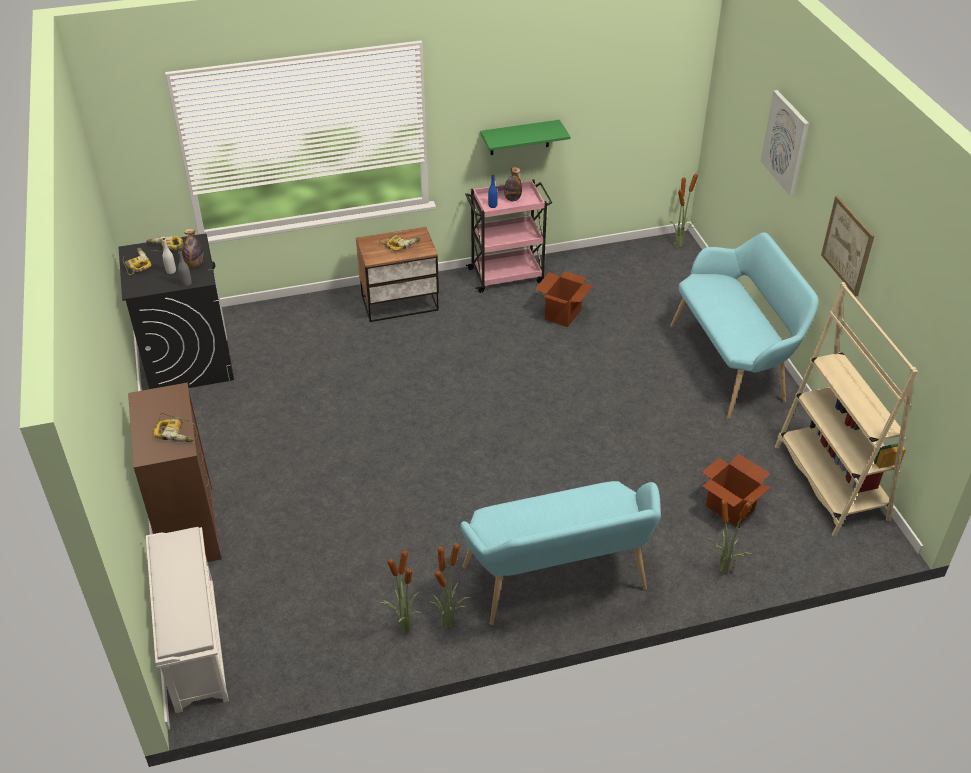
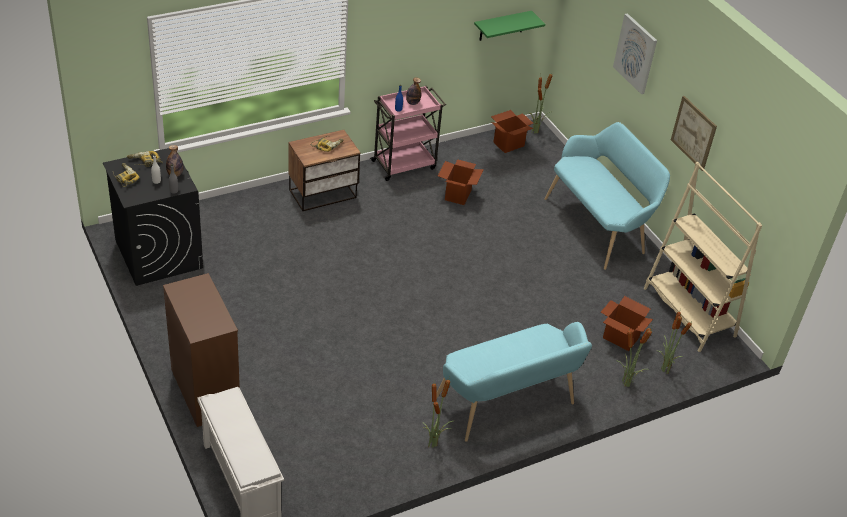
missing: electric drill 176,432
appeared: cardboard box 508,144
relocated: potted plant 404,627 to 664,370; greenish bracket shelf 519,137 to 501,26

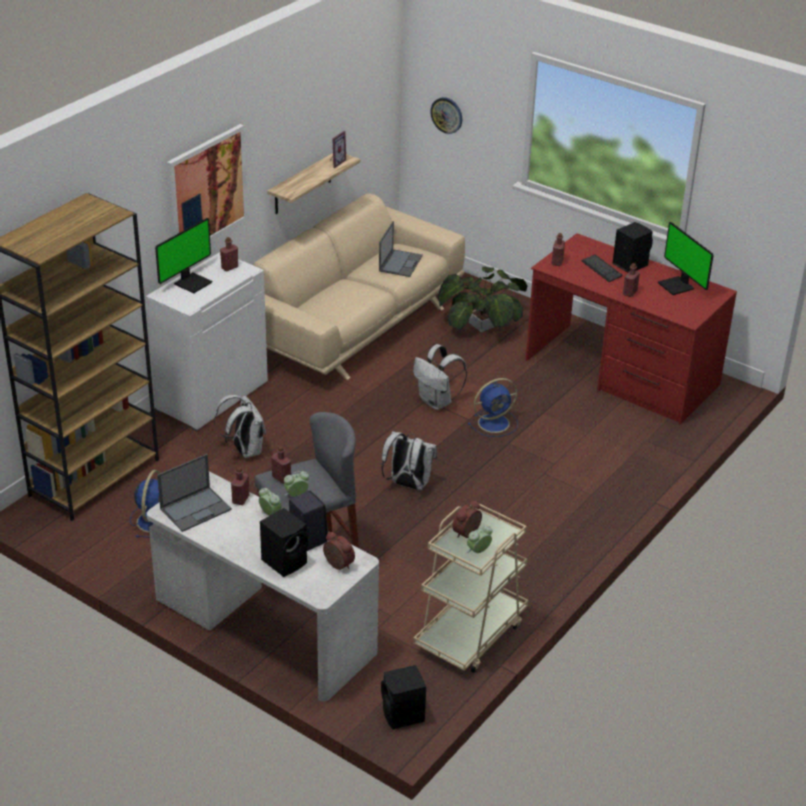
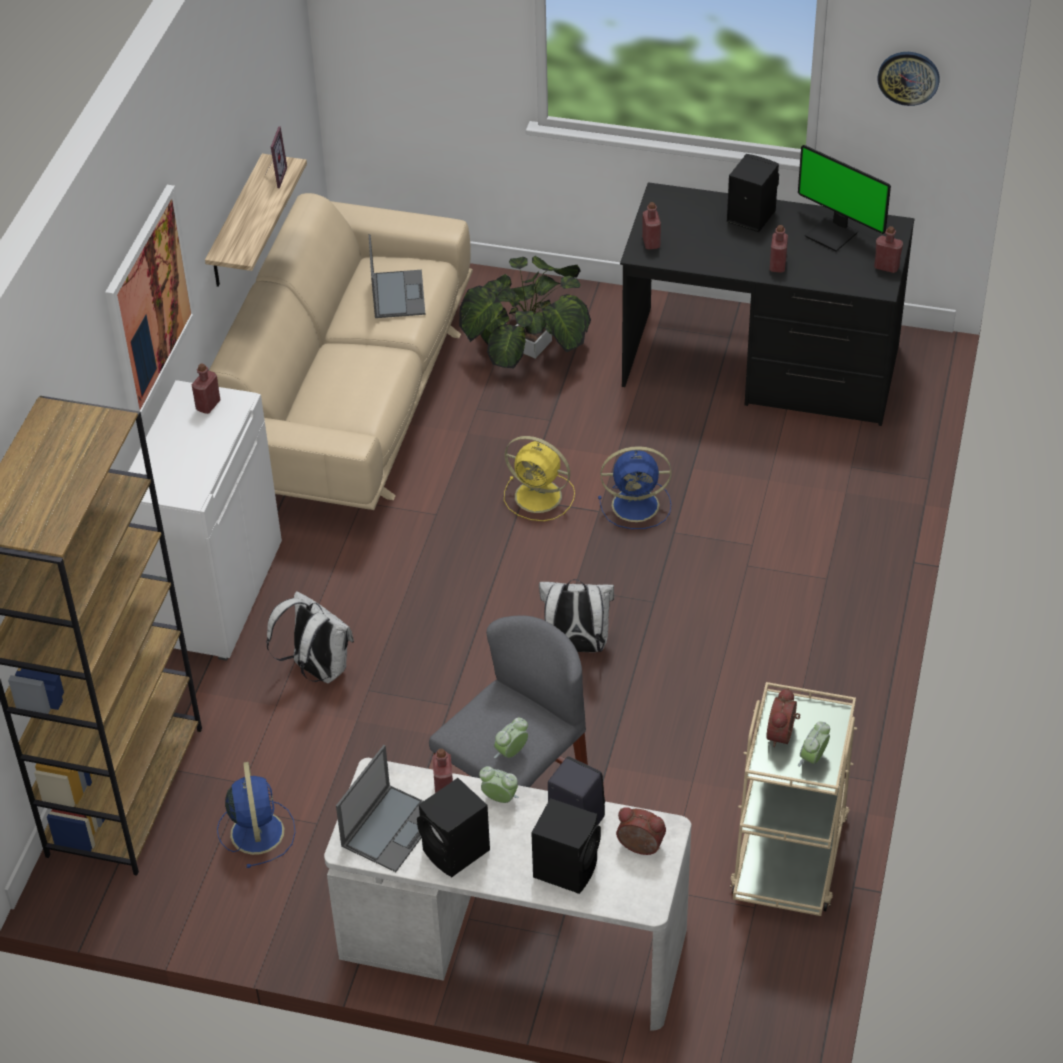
missing: monitor 192,282; keyboard 601,269
relocated: red beverage bottle 281,478 to 886,267; black-coloured speaker 403,716 to 457,852; wall clock 447,115 to 908,77
exchanged: white-coloured backpack 437,402 to yellow electric fan 540,497
colour: red desk table 621,373 to black-coloured desk table 761,366
spun: blue-coloured electric fan 495,423 = 637,505 45 degrees clockwise

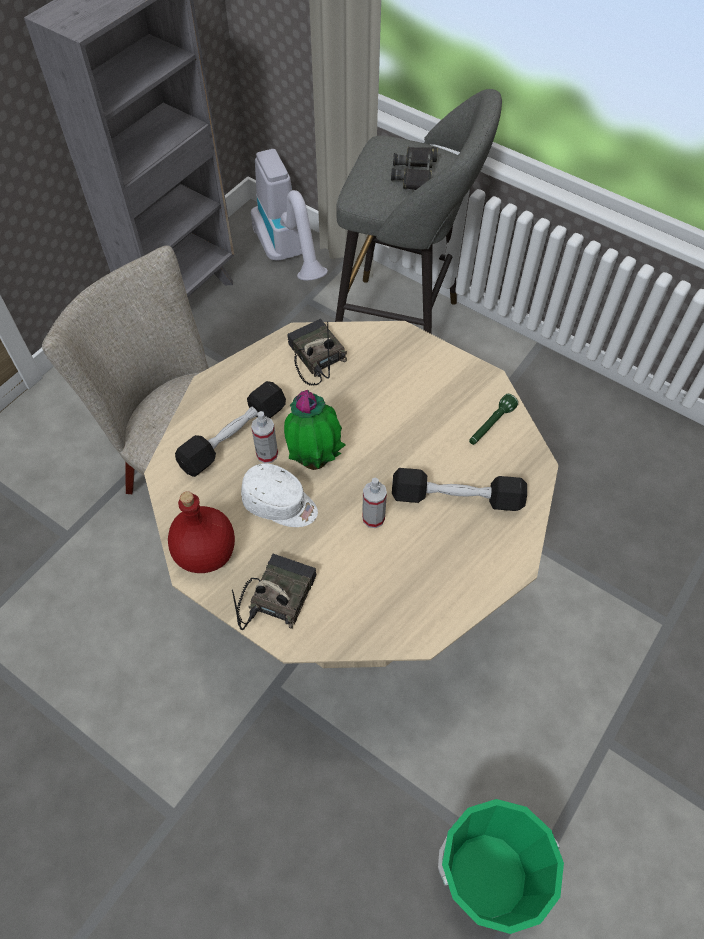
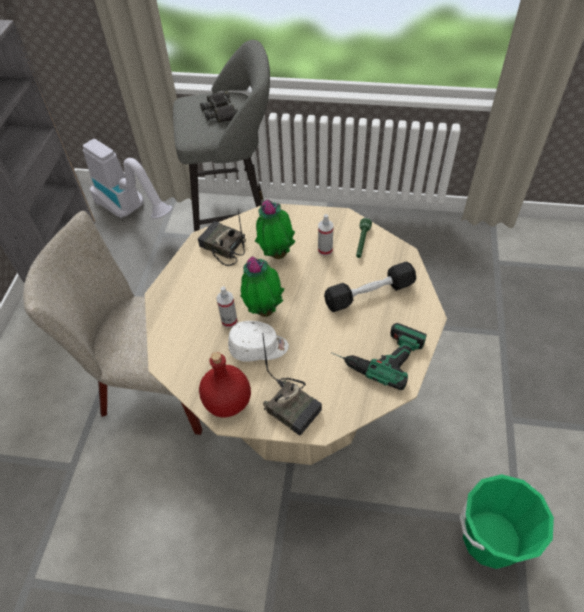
missing: black-coloured hand weight 233,437
appeared: potted plant 276,254; electric drill 377,353
relocated: spray bottle 373,518 to 325,250
spun: radio receiver 276,595 = 293,406 135 degrees clockwise

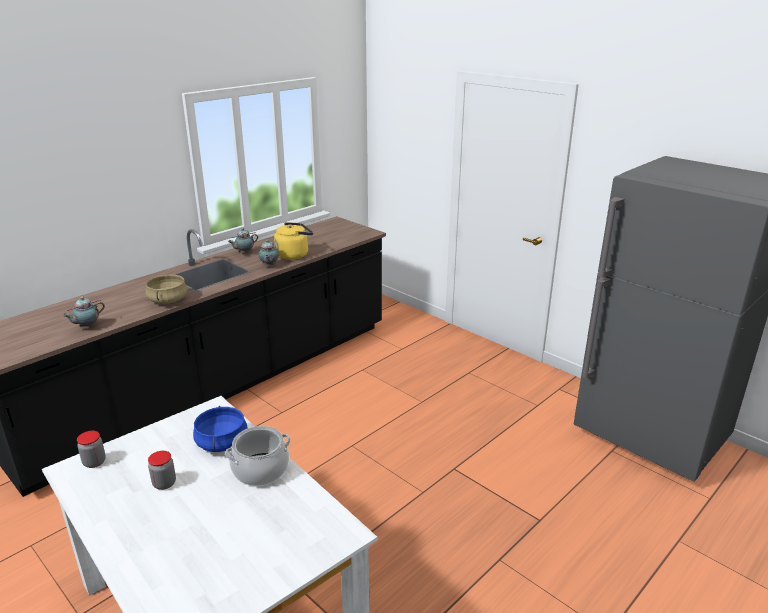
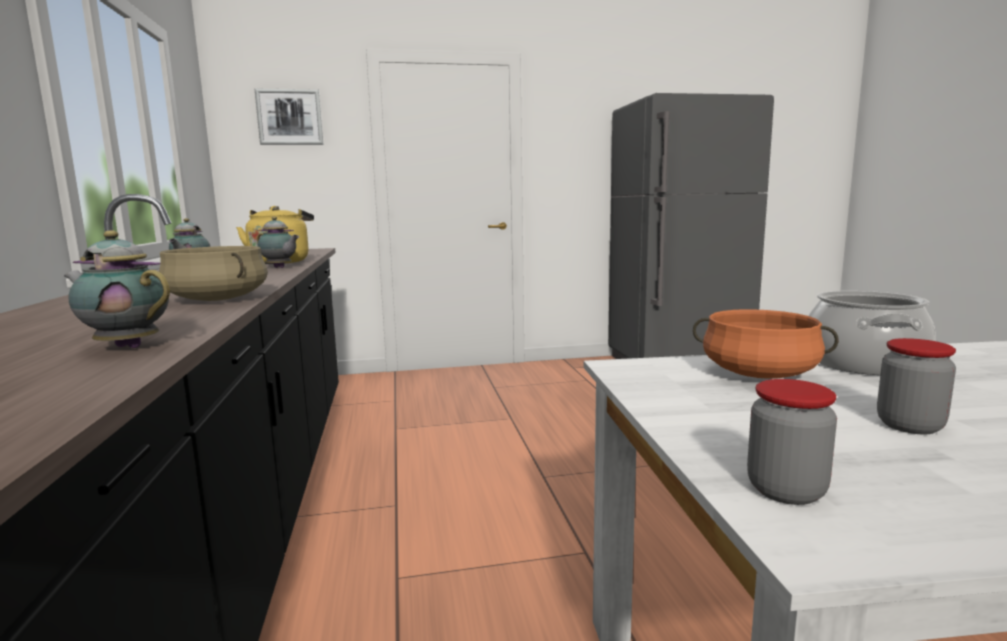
appeared: wall picture 290,117
colour: blue-coloured cooking pot 221,442 to orangey cooking pot 758,374
spun: teapot 87,327 = 126,346 120 degrees clockwise

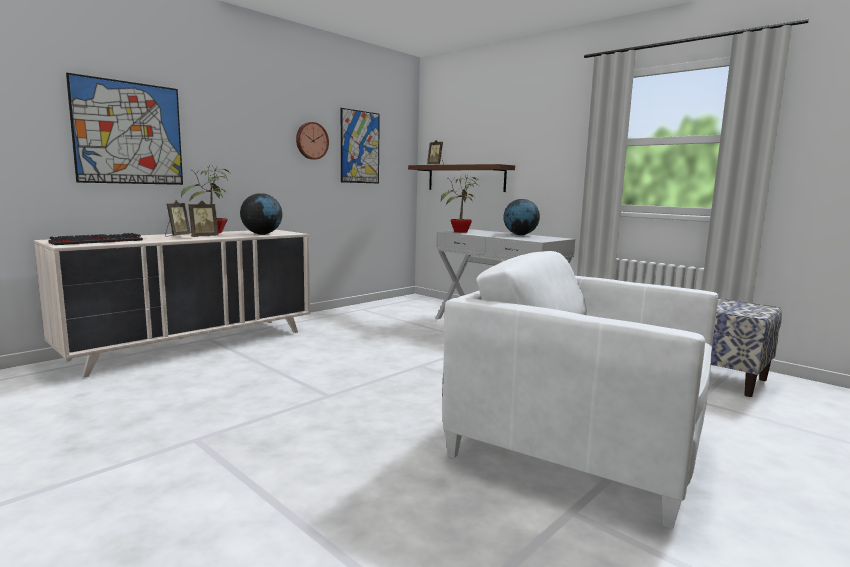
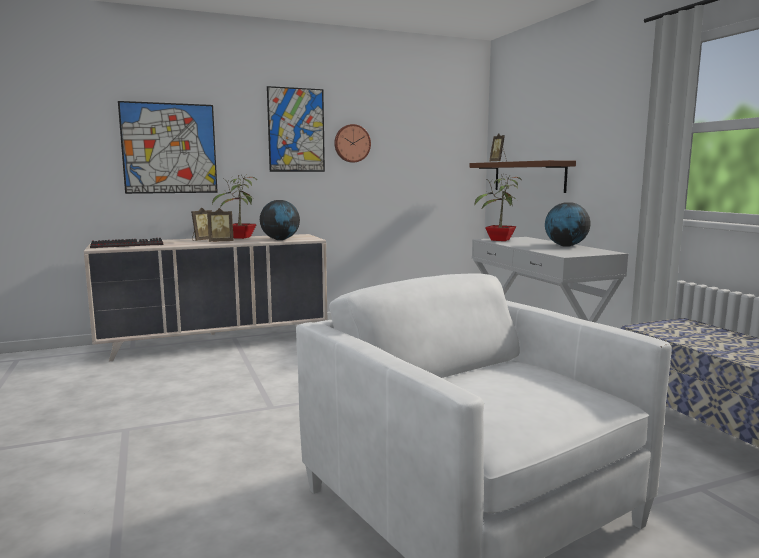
relocated: wall picture 360,147 to 296,130

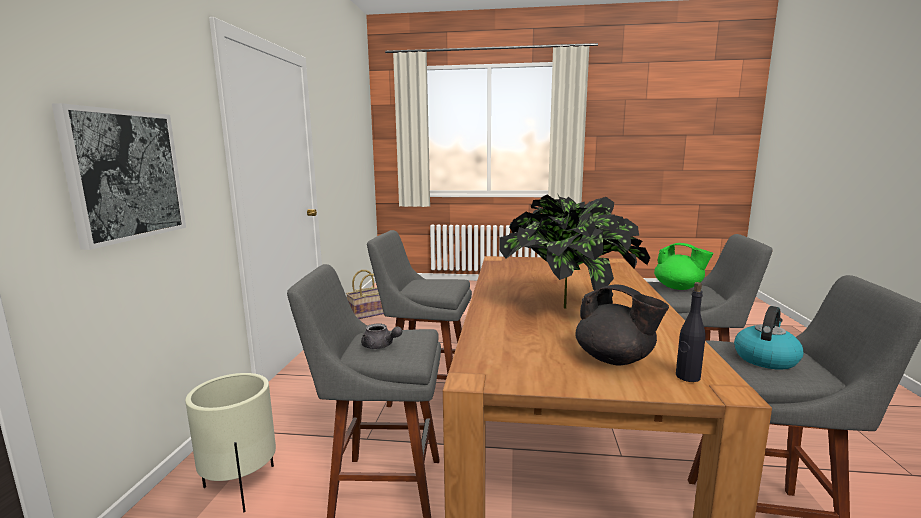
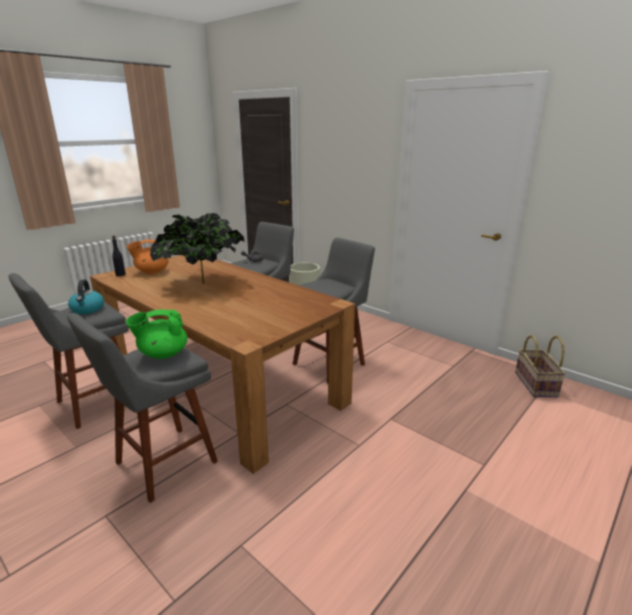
missing: wall picture 125,175
colour: black-coloured teapot 615,360 to orangey teapot 151,272

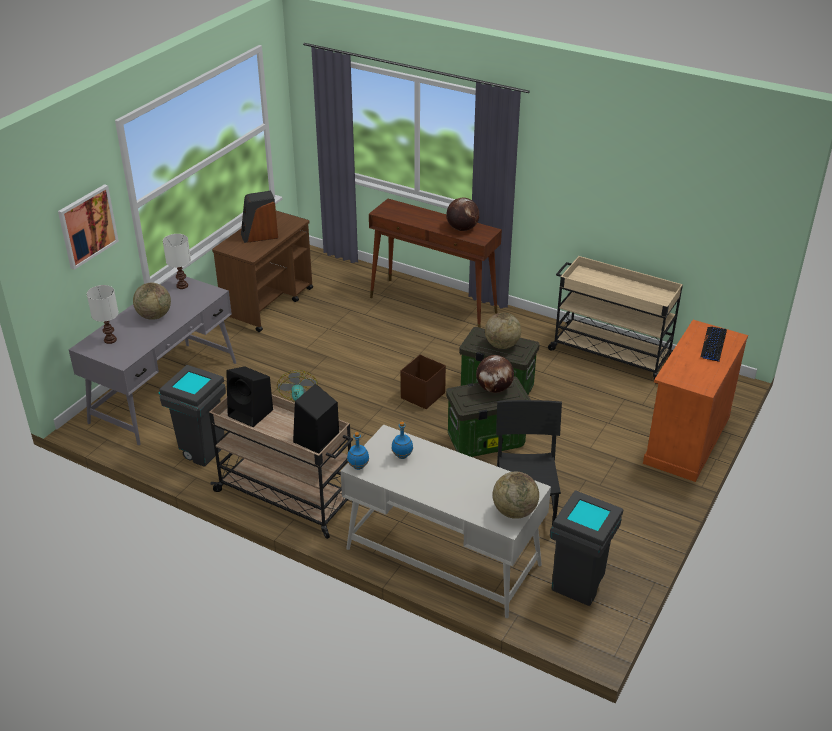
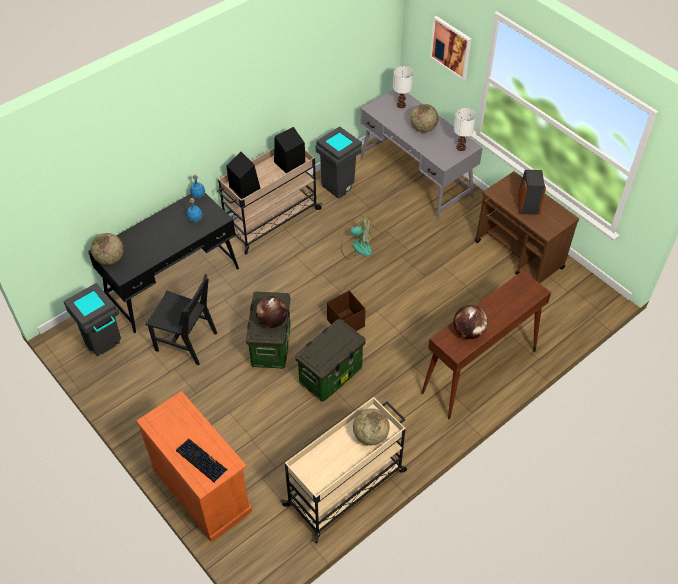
relocated: globe 502,345 to 370,435
colour: white-coloured desk table 443,556 to black-coloured desk table 173,283

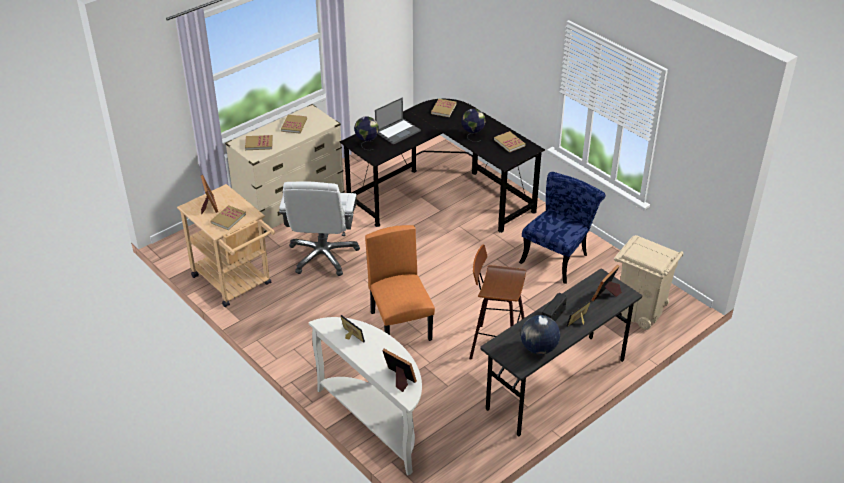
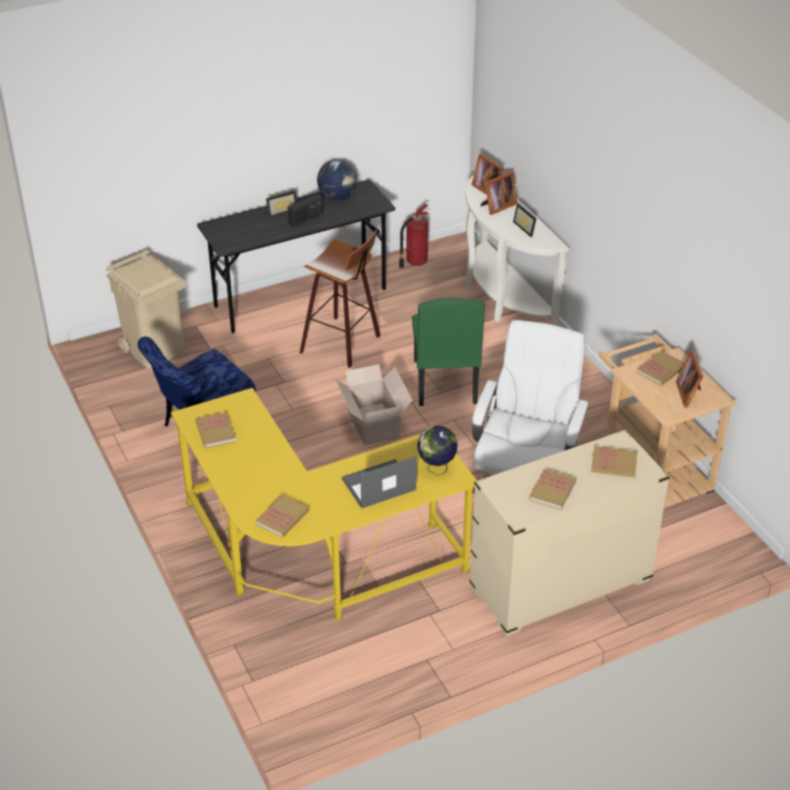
missing: globe 472,136
appeared: cardboard box 373,423; fire-fighting cylinder 415,262
relocated: picture frame 606,295 to 497,206
colour: black-coloured desk table 442,195 to yellow desk table 312,559; orangey plain chair 401,326 to greenish plain chair 444,381

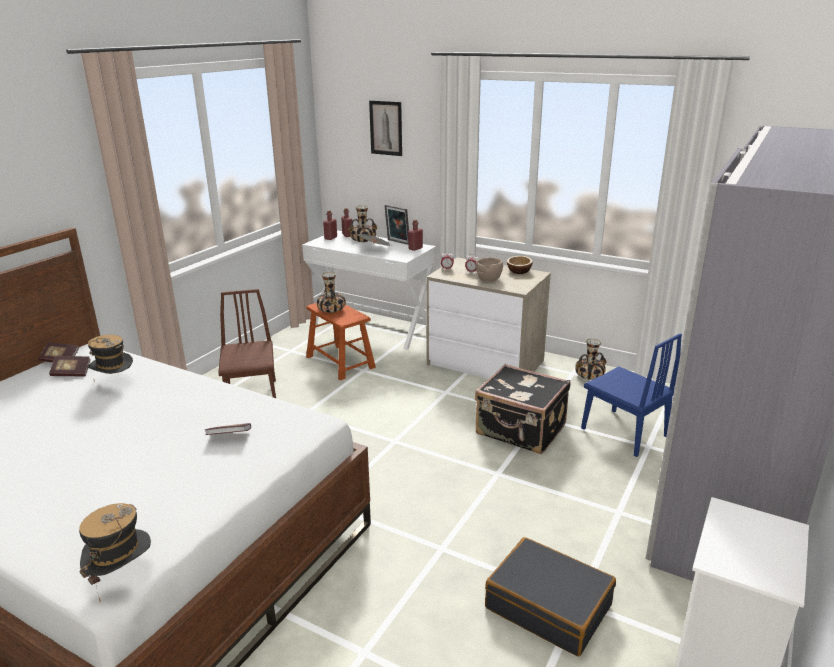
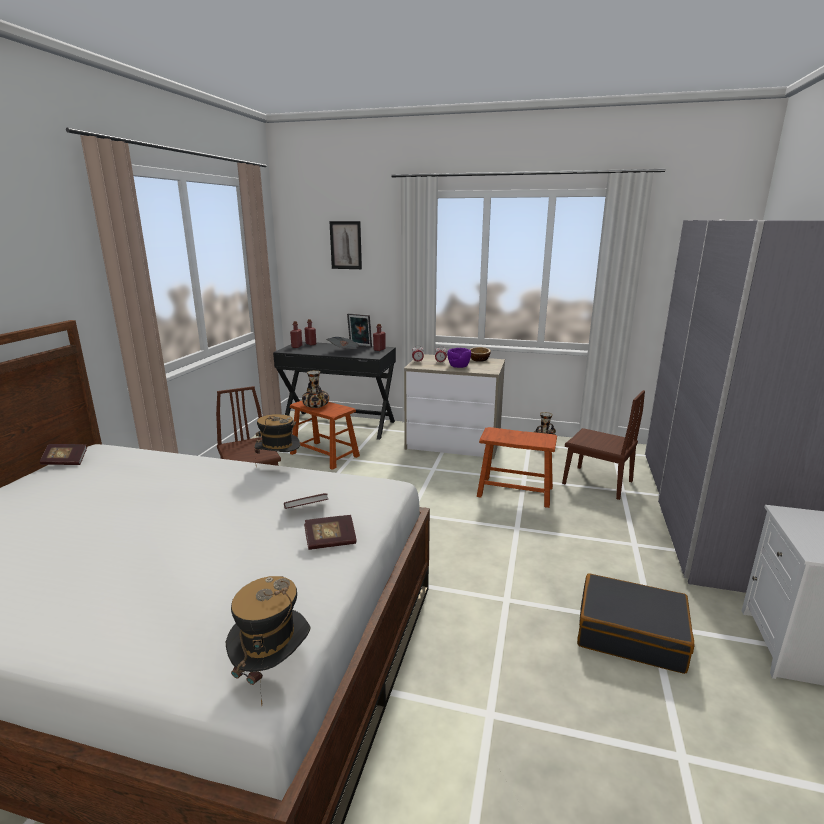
missing: vase 363,240
relocated: volume 72,373 to 330,541; hat 114,383 to 279,465
exchanged: black-coloured suitcase 520,431 to brown-coloured sitting stool 515,491
colour: white-coloured desk table 372,327 to black-coloured desk table 339,425; brown-coloured bowl 488,279 to purple-coloured bowl 459,366; blue-coloured plain chair 624,432 to brown-coloured plain chair 597,482

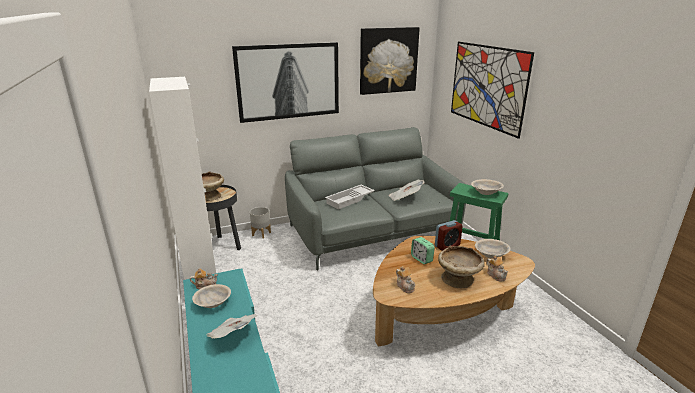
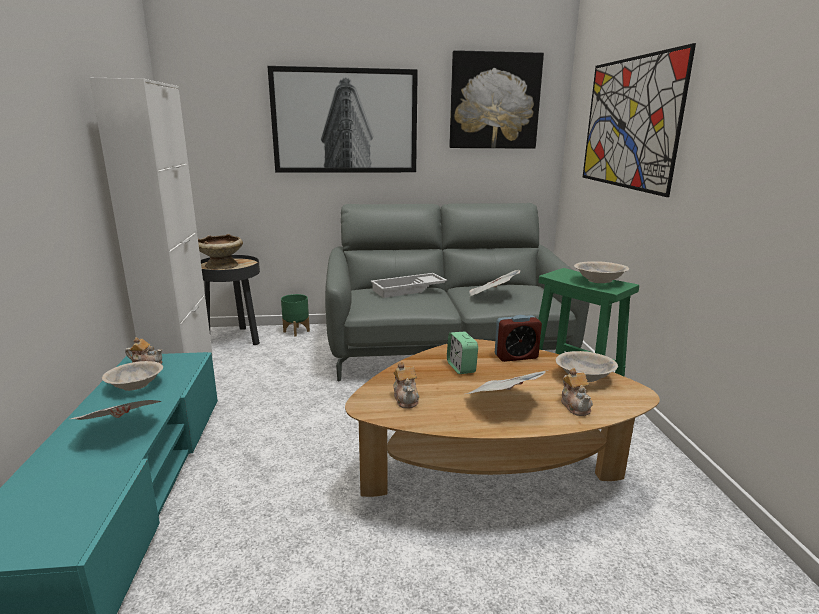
exchanged: beige-coloured bowl 458,279 to newspaper 504,402
colour: gray planter 261,234 to greenish planter 297,331

